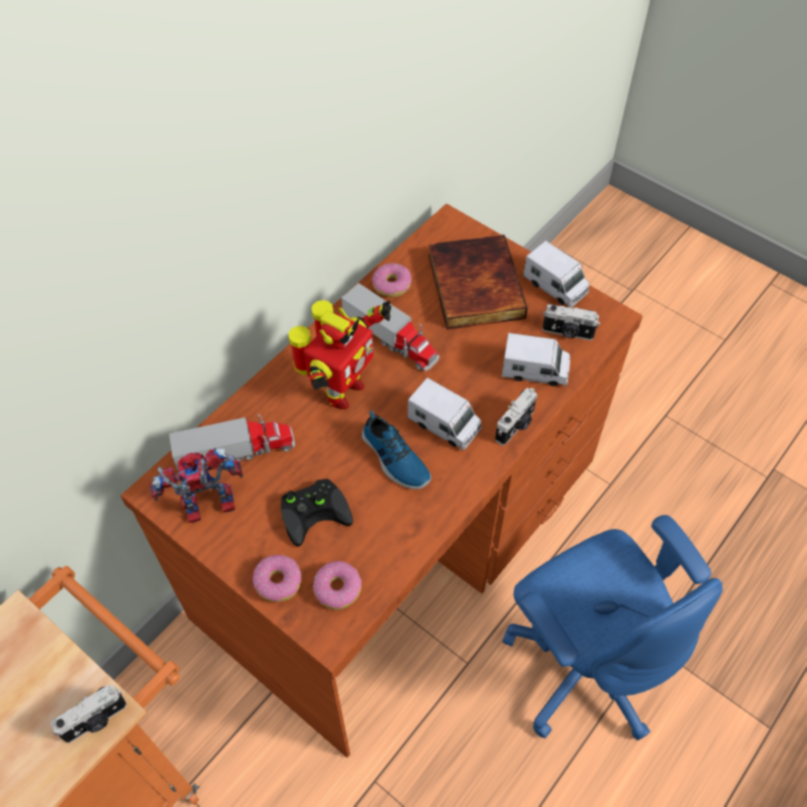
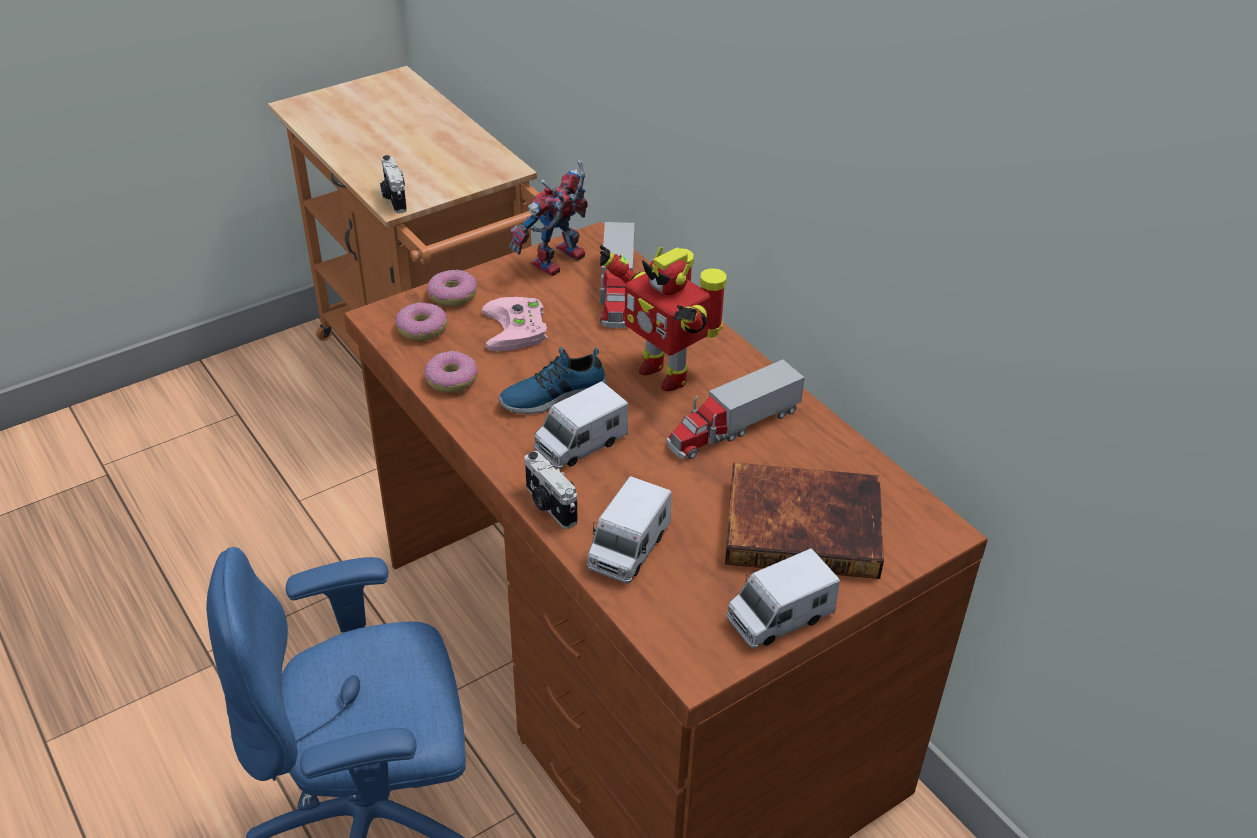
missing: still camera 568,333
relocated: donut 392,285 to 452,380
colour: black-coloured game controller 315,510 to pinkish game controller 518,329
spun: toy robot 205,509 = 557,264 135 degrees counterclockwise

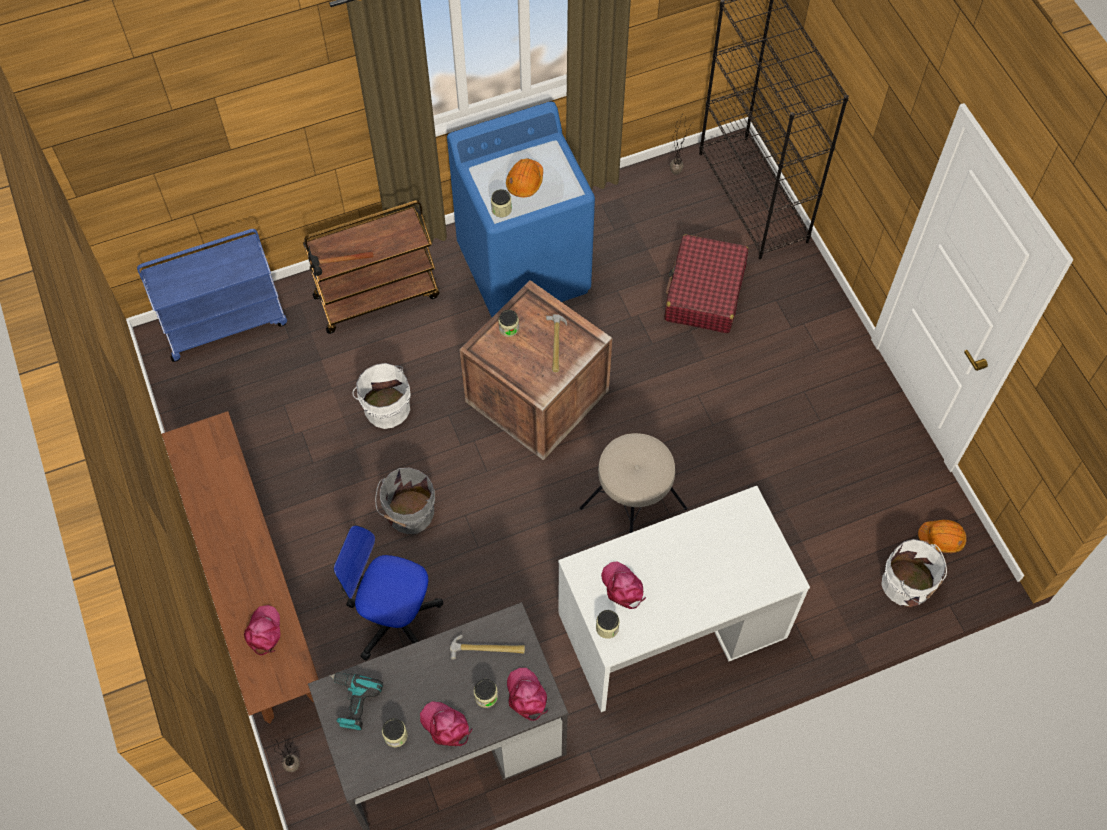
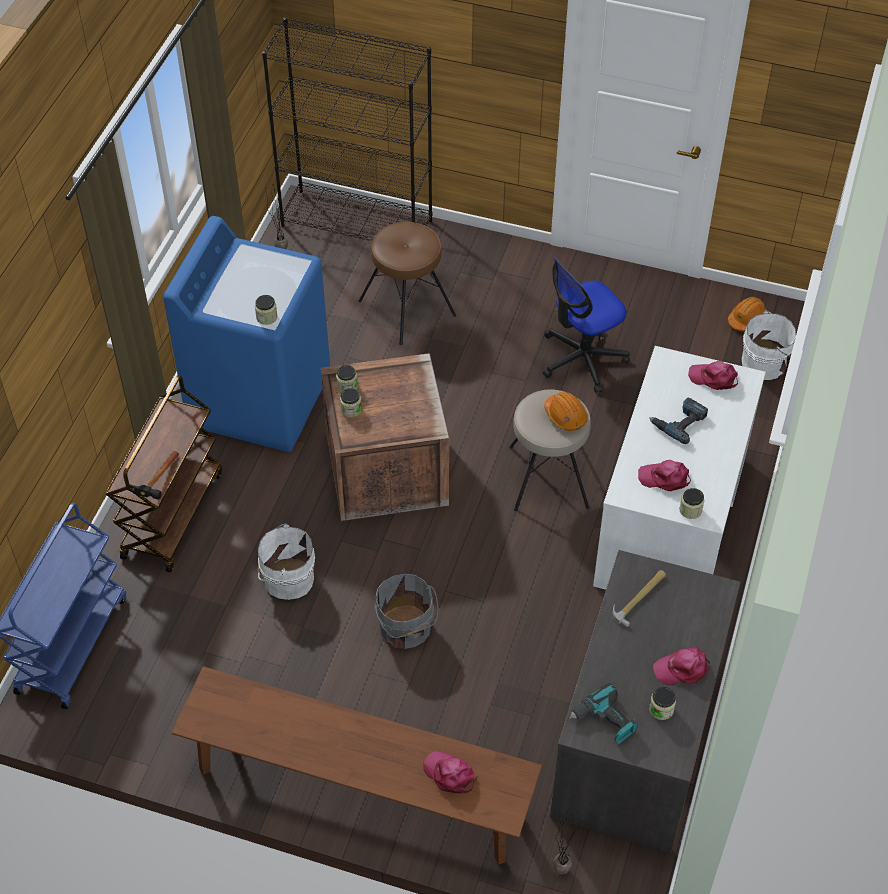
missing: hammer 556,344
appeared: electric drill 679,422
relocated: computer chair 394,618 to 582,359; jar 486,696 to 347,386; orangey hard hat 525,182 to 565,416; pinkish peaked cap 526,695 to 713,378
exchanged: red suitcase 704,292 to brown-coloured sitting stool 407,307

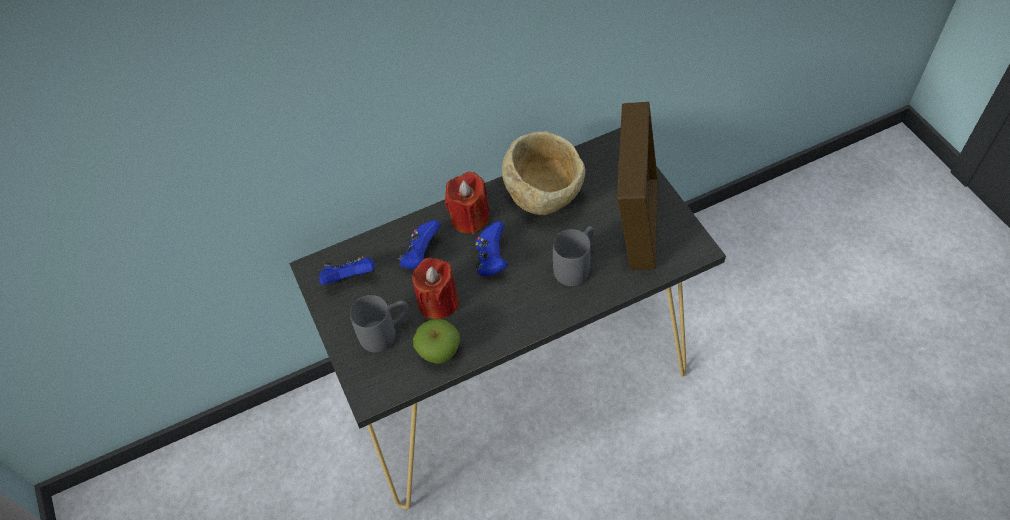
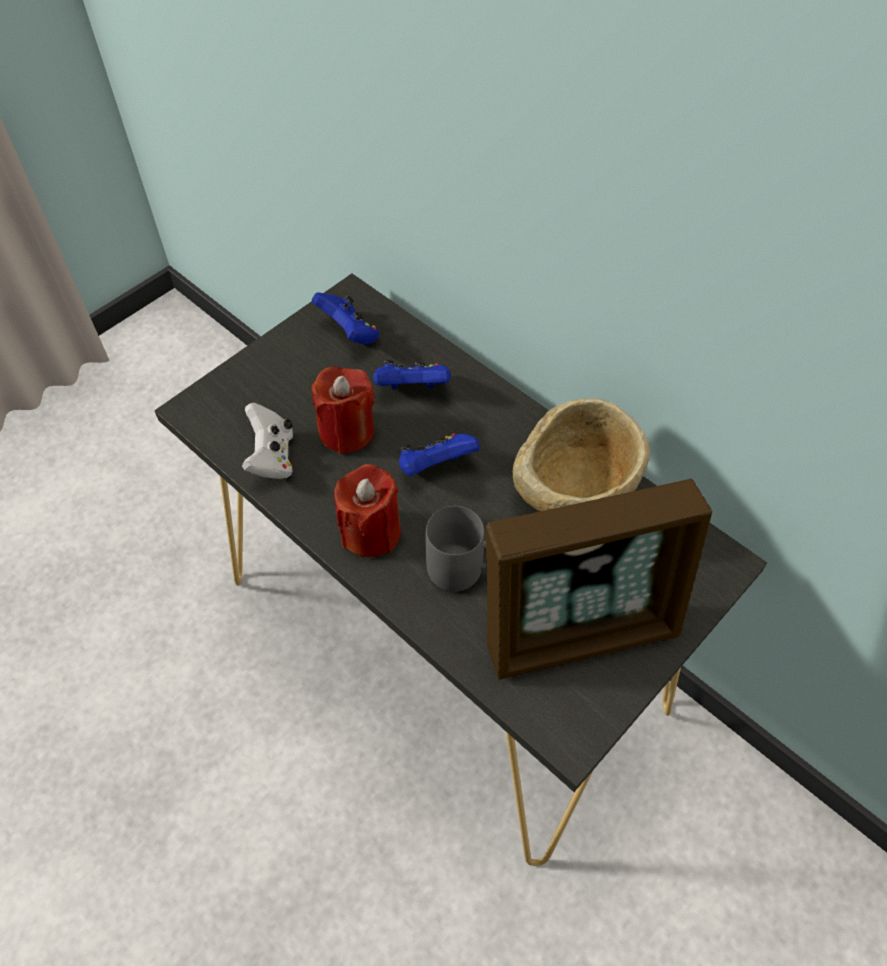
missing: gray tea mug 386,332
relocated: red wax light 469,218 to 371,532
exchanged: whole apple 439,353 to white-coloured game controller 272,457

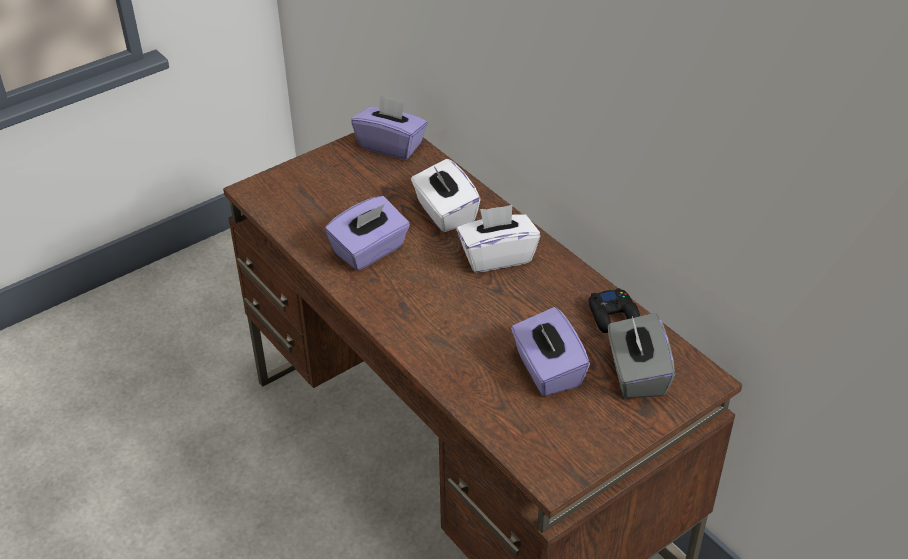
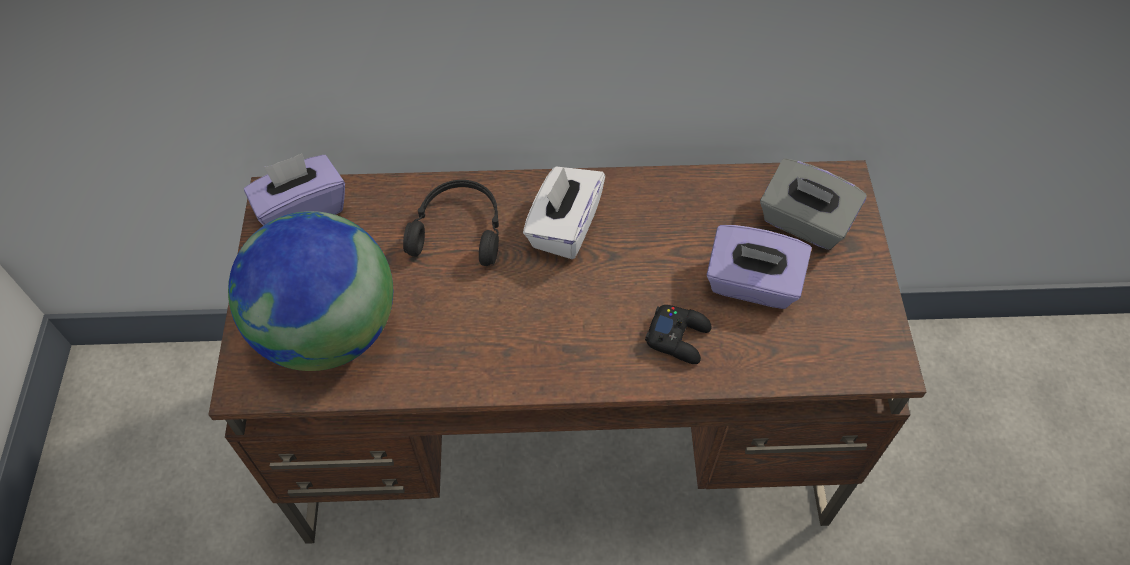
missing: purple-coloured tissue holder 369,251
appeared: globe 328,330
relocated: black-coloured game controller 613,315 to 678,337
exchanged: white-coloured tissue holder 445,213 to black-coloured pair of headphones 459,230

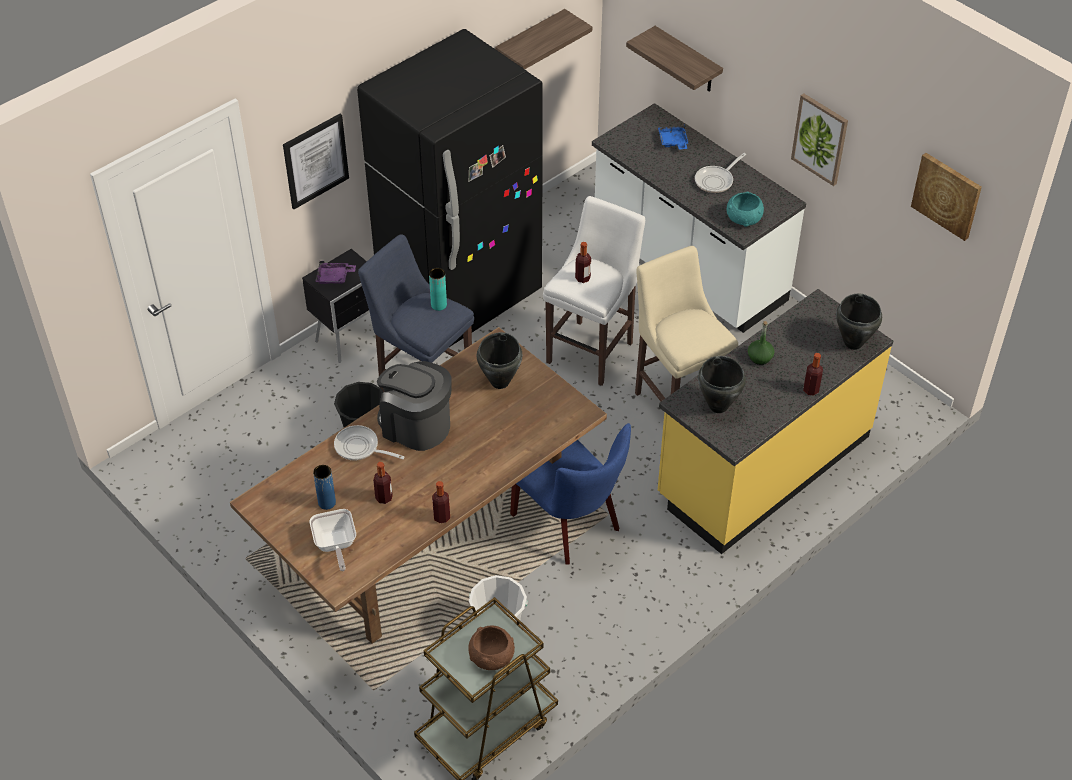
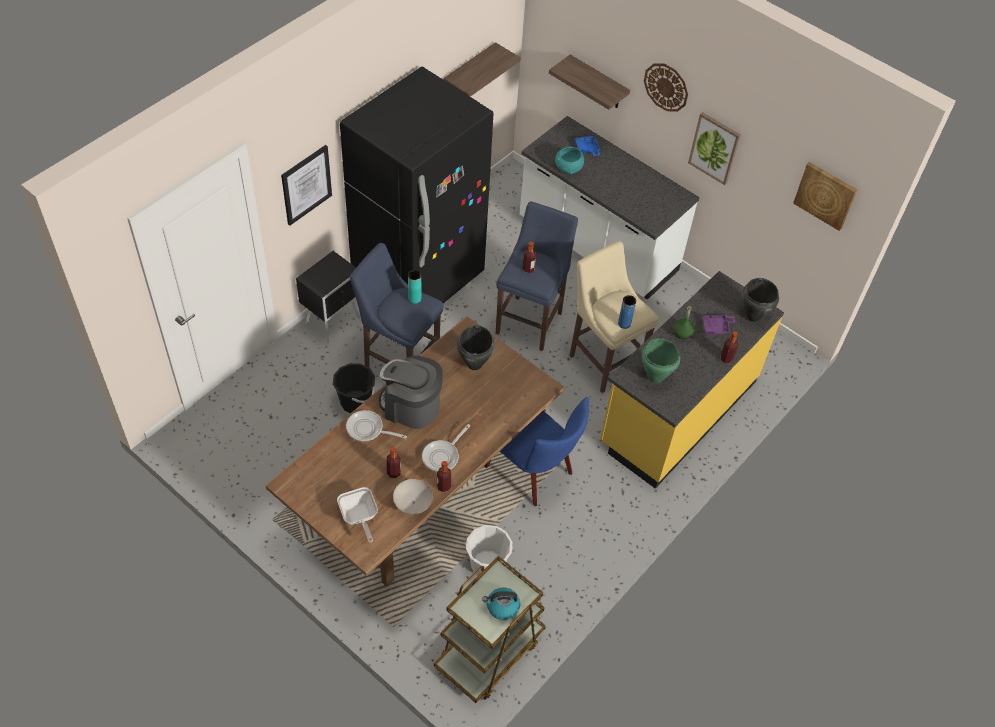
appeared: white-coloured bowl 413,503; wall clock 666,87
relocated: blue-coloured vase 327,502 to 624,323; purple-coloured tray 334,277 to 716,328; pan 716,180 to 443,456; turquoise bowl 744,218 to 568,167
exchanged: brown-coloured bowl 491,656 to kettle 502,607
colour: white-coloured sitting stool 592,350 to blue-coloured sitting stool 531,320; black-coloured cooking pot 718,406 to greenish cooking pot 655,377

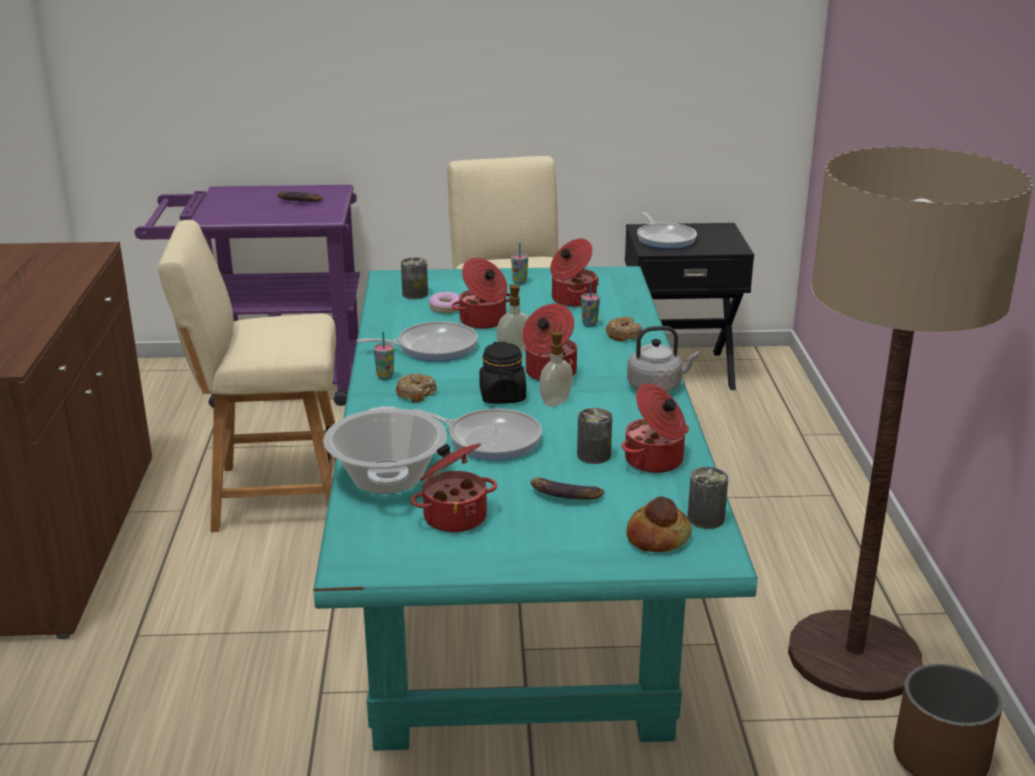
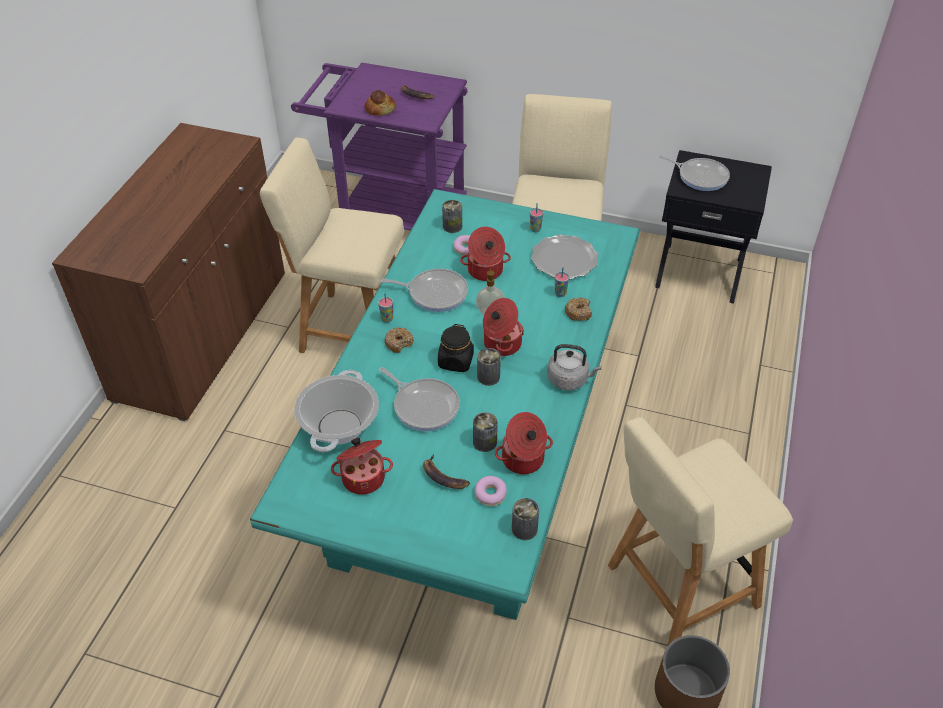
appeared: donut 490,494
relocated: baked bread 657,537 to 380,109
exchanged: soap dispenser 554,402 to sealed can 488,377; cooking pot 572,299 to flat dish 563,260; standard lamp 853,657 to beige-coloured plain chair 676,589
spun: pan 665,239 = 700,176 60 degrees counterclockwise

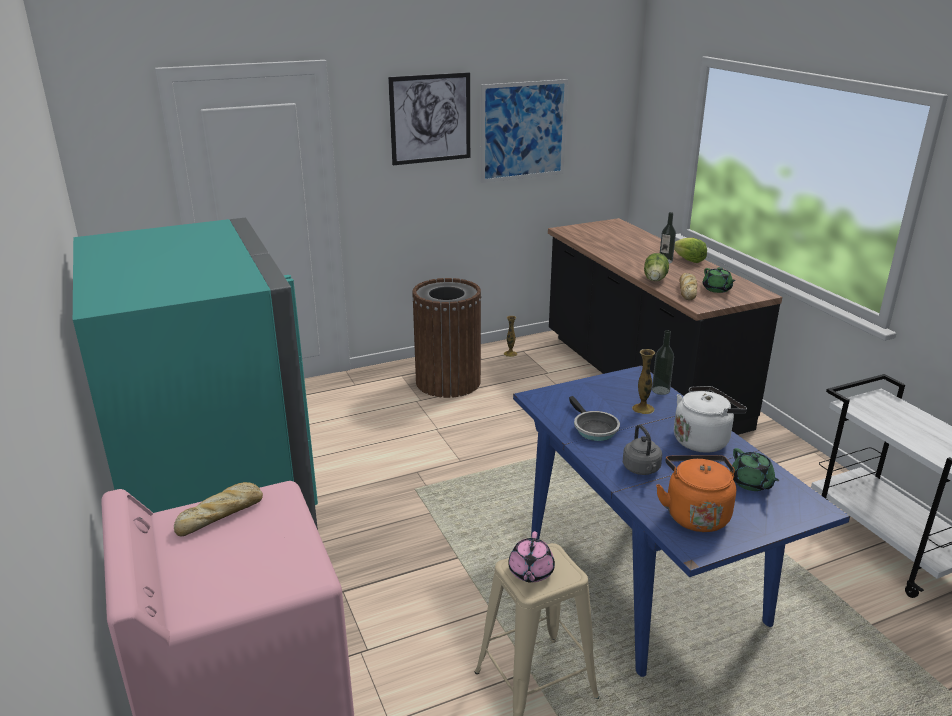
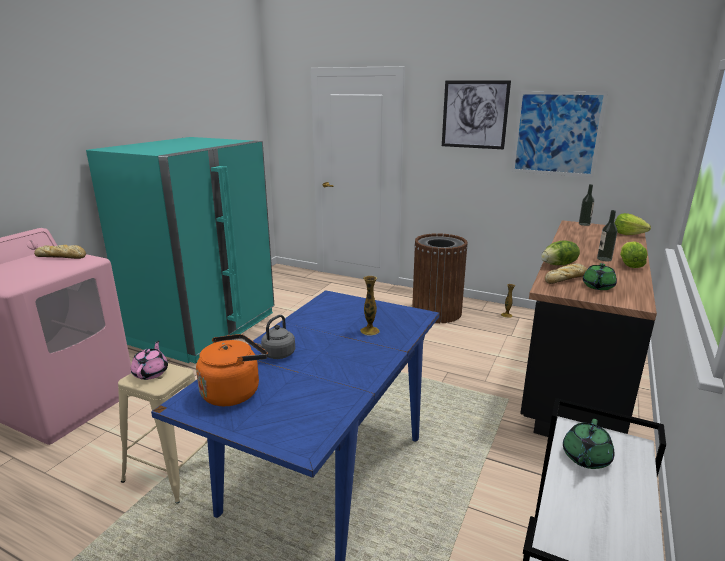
missing: pan 593,429; white-coloured kettle 703,440
appeared: head of lettuce 628,234
relocated: beverage bottle 660,390 to 584,224; greenish teapot 751,483 to 585,458
spun: pinkish teapot 530,572 = 151,372 120 degrees clockwise

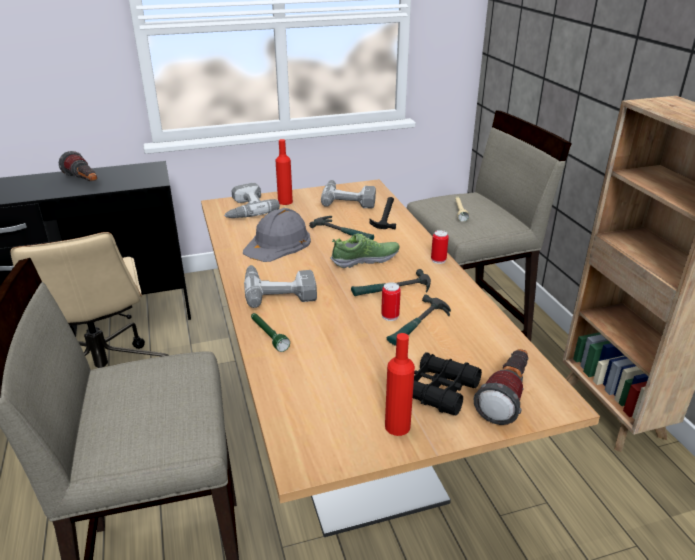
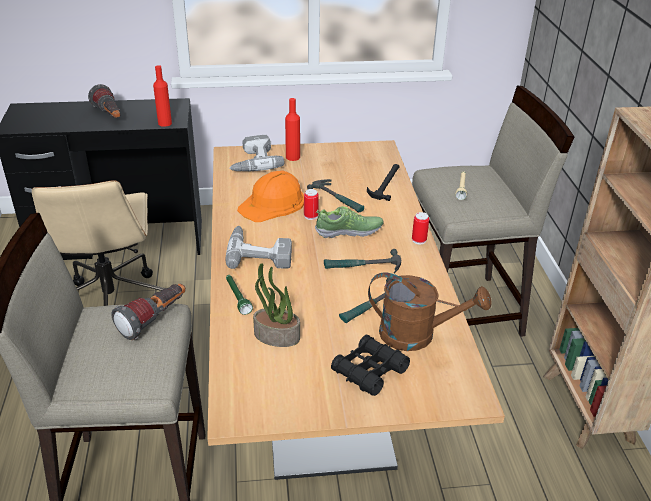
missing: electric drill 349,199
appeared: potted plant 276,336; brown-coloured watering pot 417,335
relocated: sealed can 390,316 to 311,216; red beverage bottle 397,426 to 165,123; torch 506,396 to 154,320
colour: gray hard hat 278,243 to orangey hard hat 273,203

